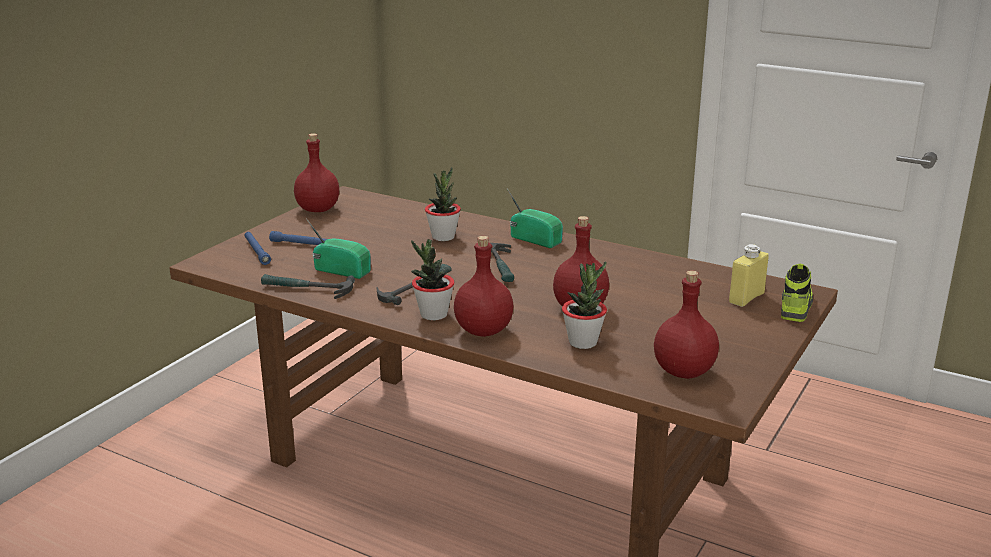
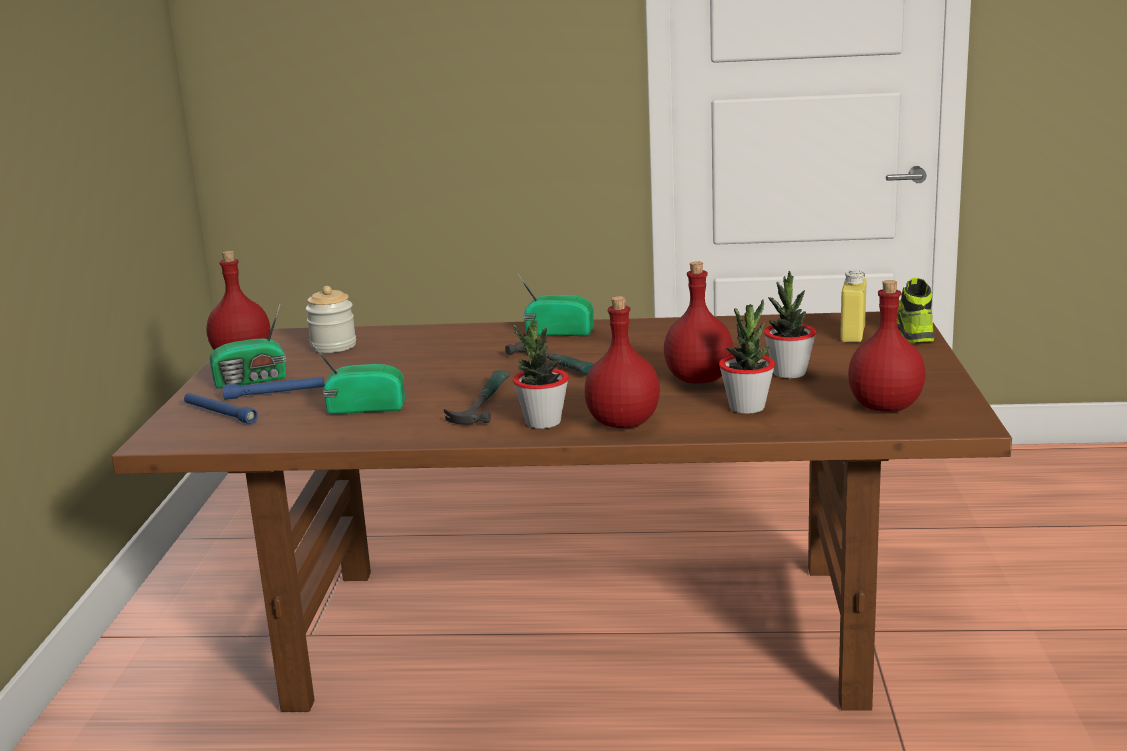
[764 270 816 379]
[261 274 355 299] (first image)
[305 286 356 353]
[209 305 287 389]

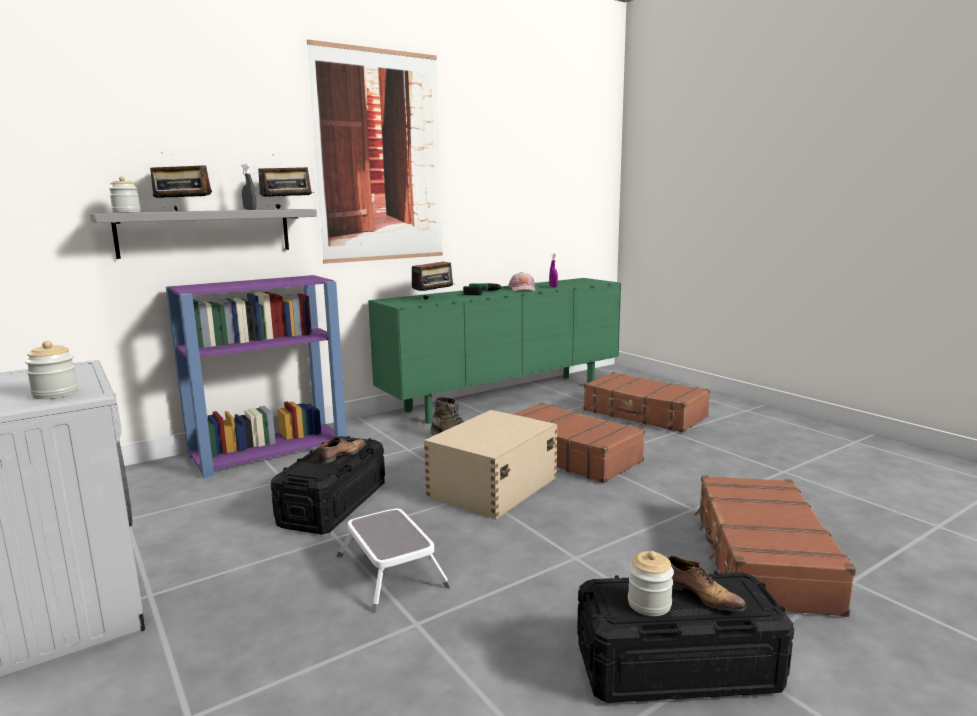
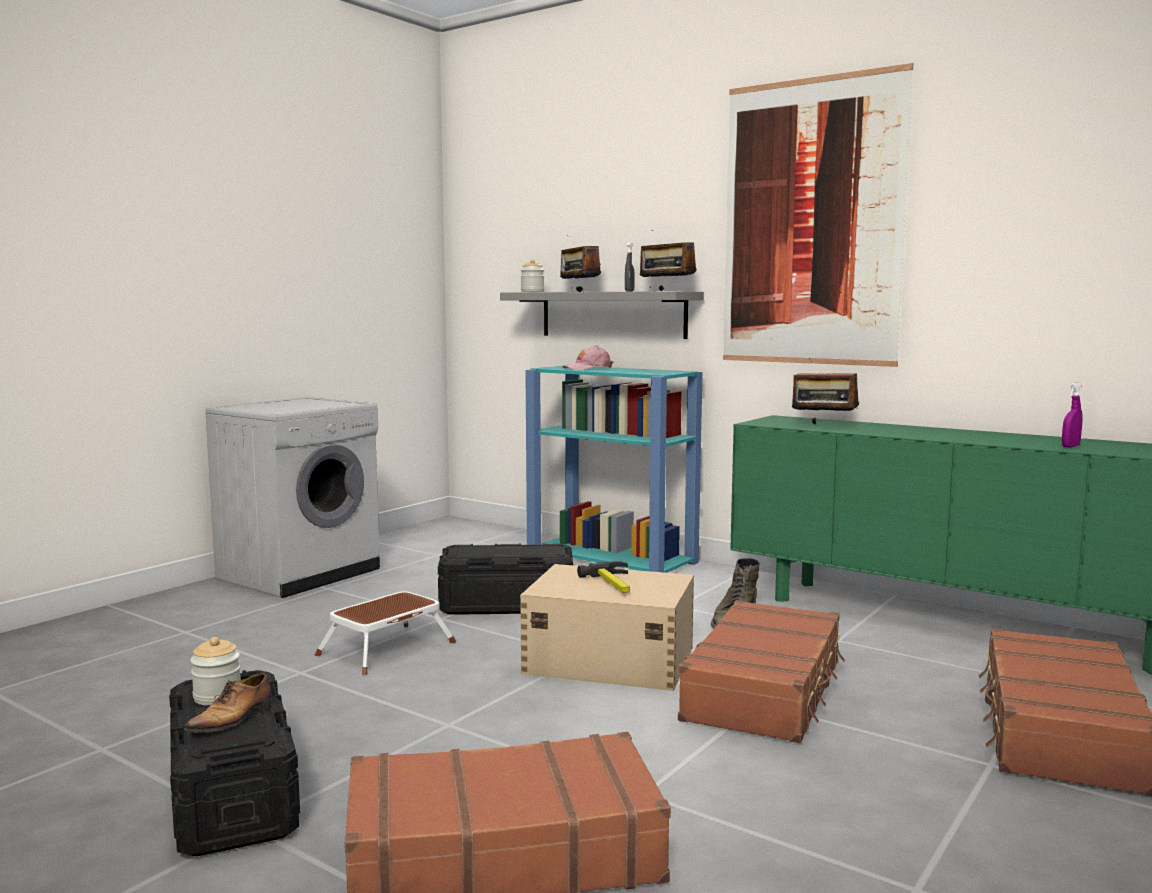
[563 345 613 370]
[525 366 703 573]
[463 283 509 295] (first image)
[25 341 79 399] (first image)
[317 437 366 464] (first image)
[315 591 456 675]
[577 562 630 593]

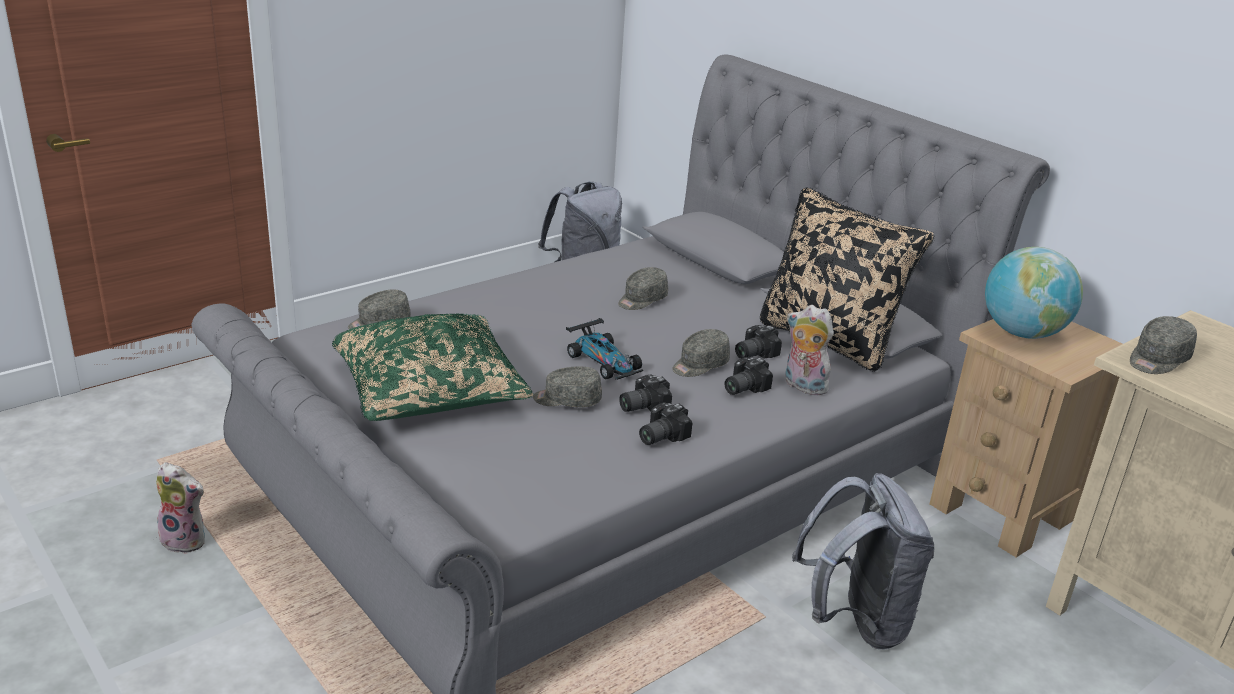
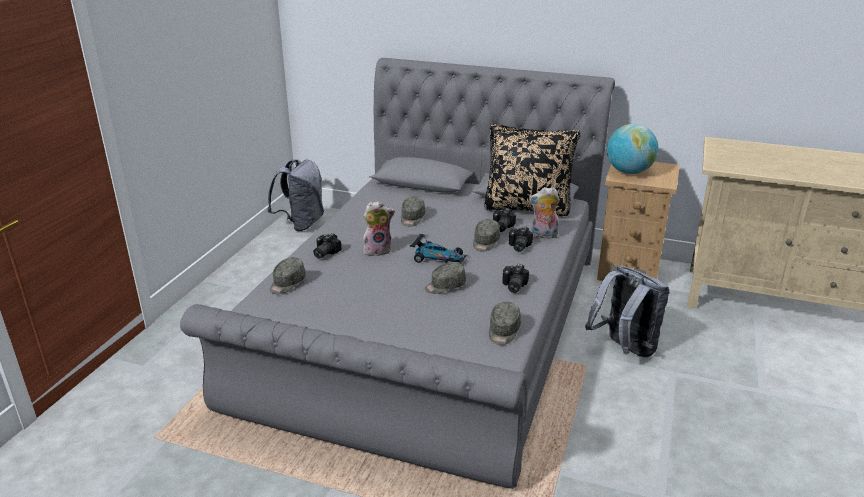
[332 313 534 421] (first image)
[489 302 521 345]
[313 233 342 259]
[363 201 395 256]

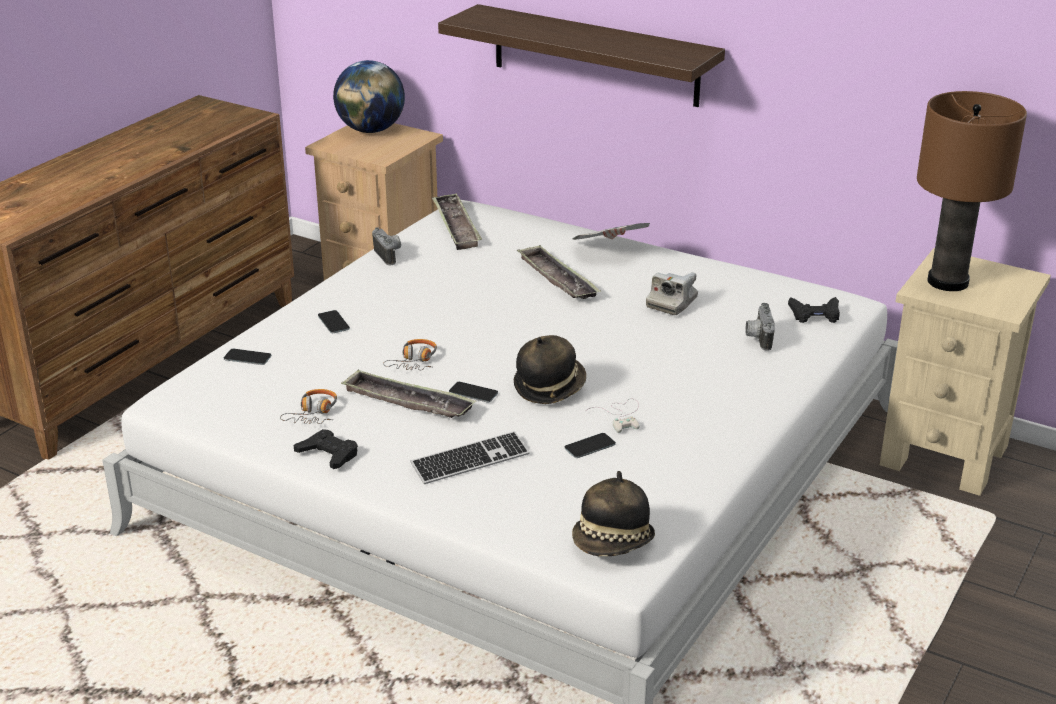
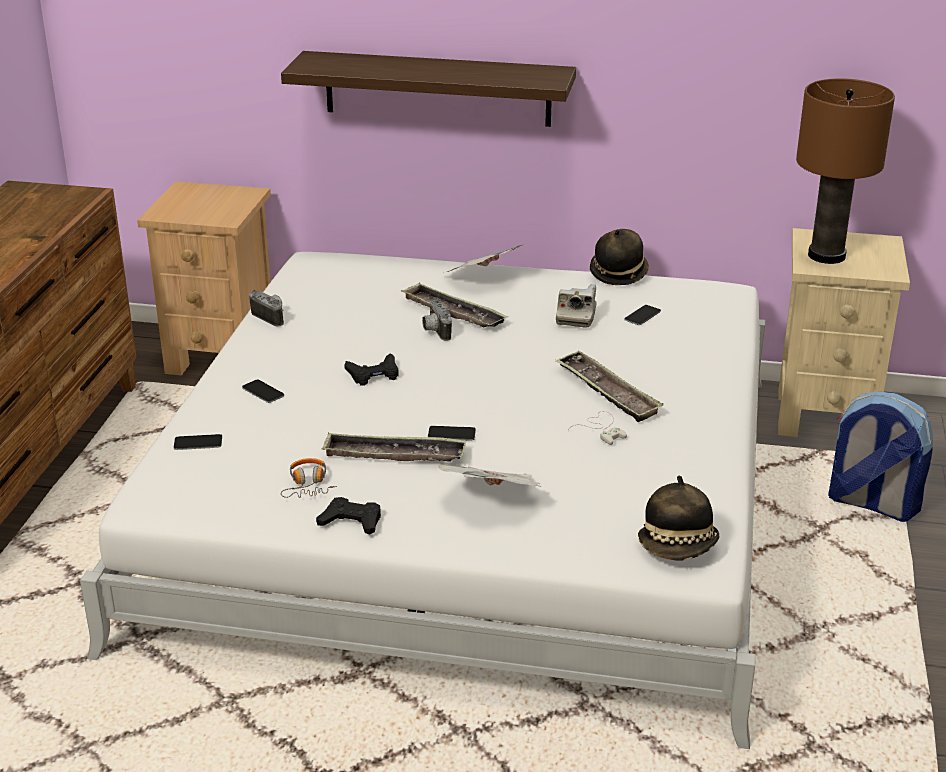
[333 60 405 133] (first image)
[555 351 664 422]
[344 353 399 386]
[422 297 452 341]
[590 229 649 285]
[383 339 437 370] (first image)
[438 465 541 487]
[624 305 661 325]
[828 391 933 522]

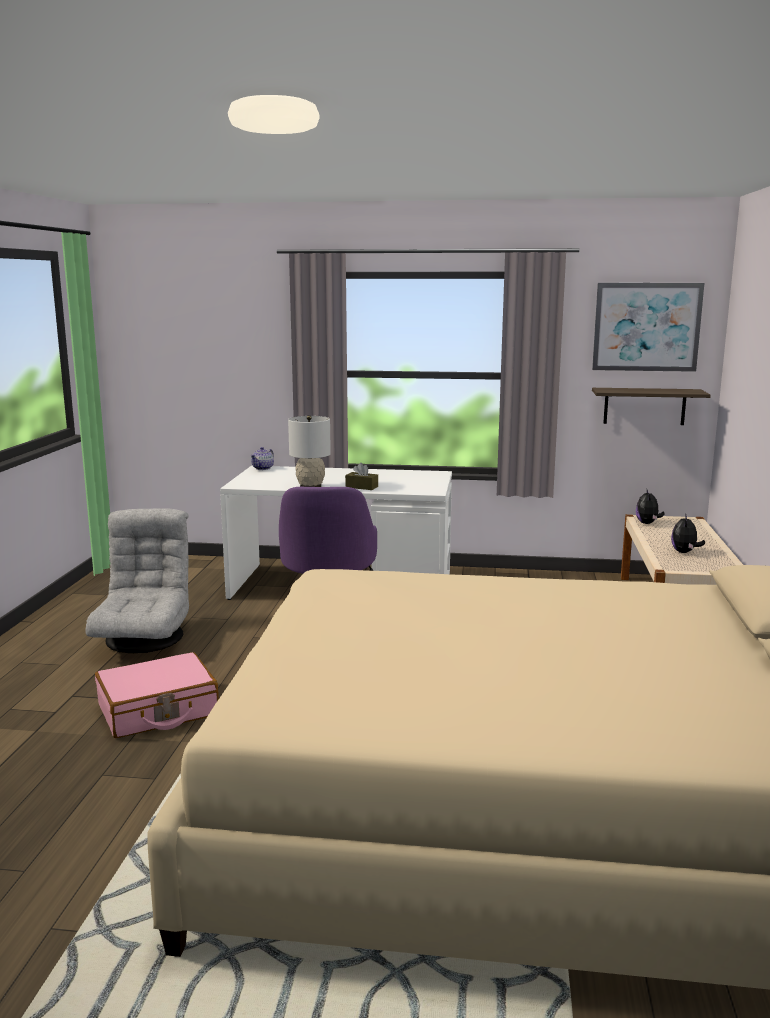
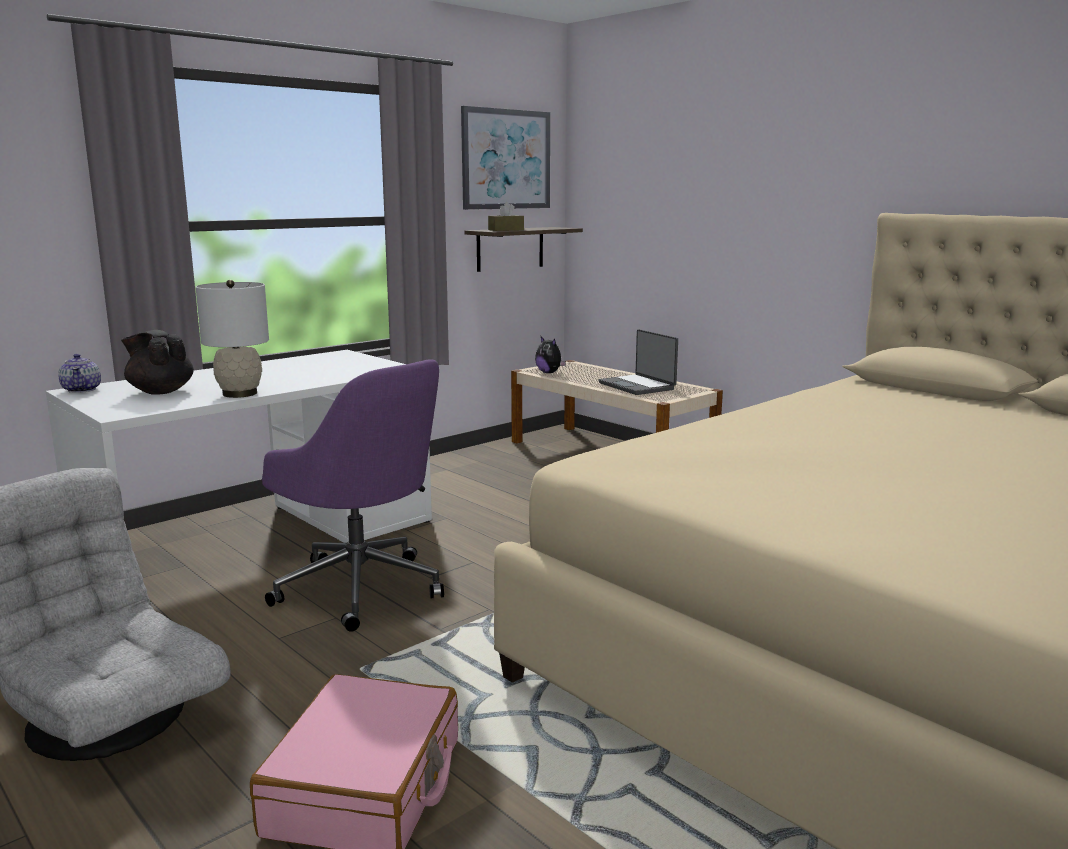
[488 202 524 231]
[599 329 678 395]
[121 330 194 395]

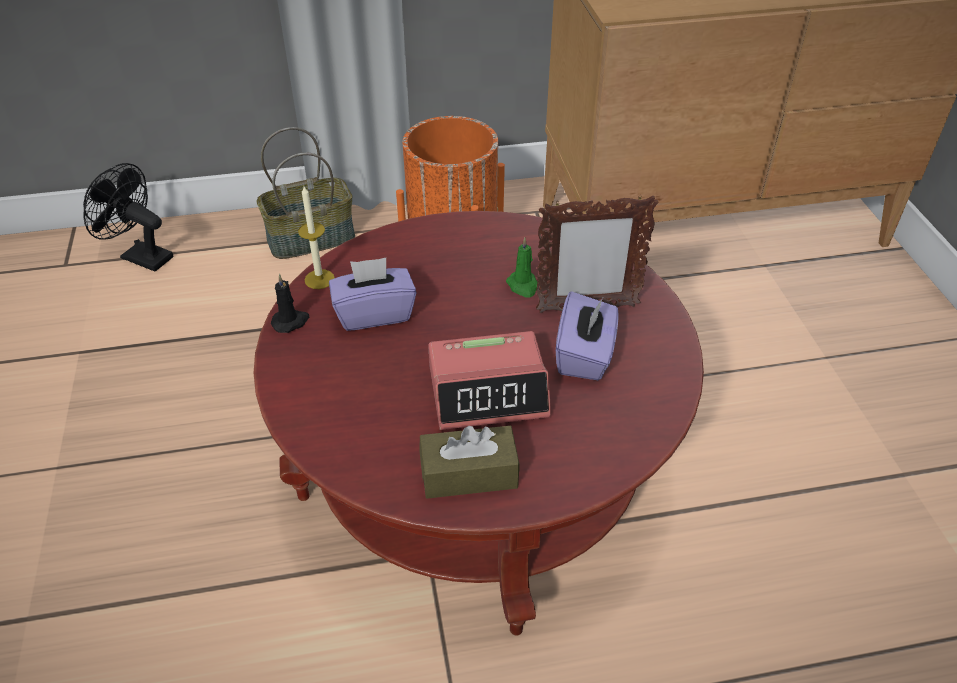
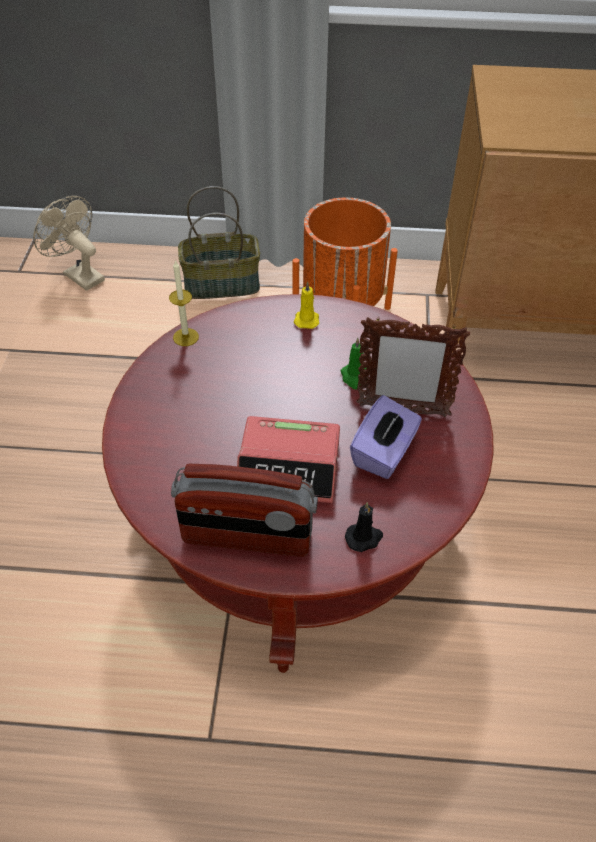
[33 196 105 291]
[329 258 417 331] (first image)
[345 502 383 552]
[171 464 318 557]
[294 281 319 329]

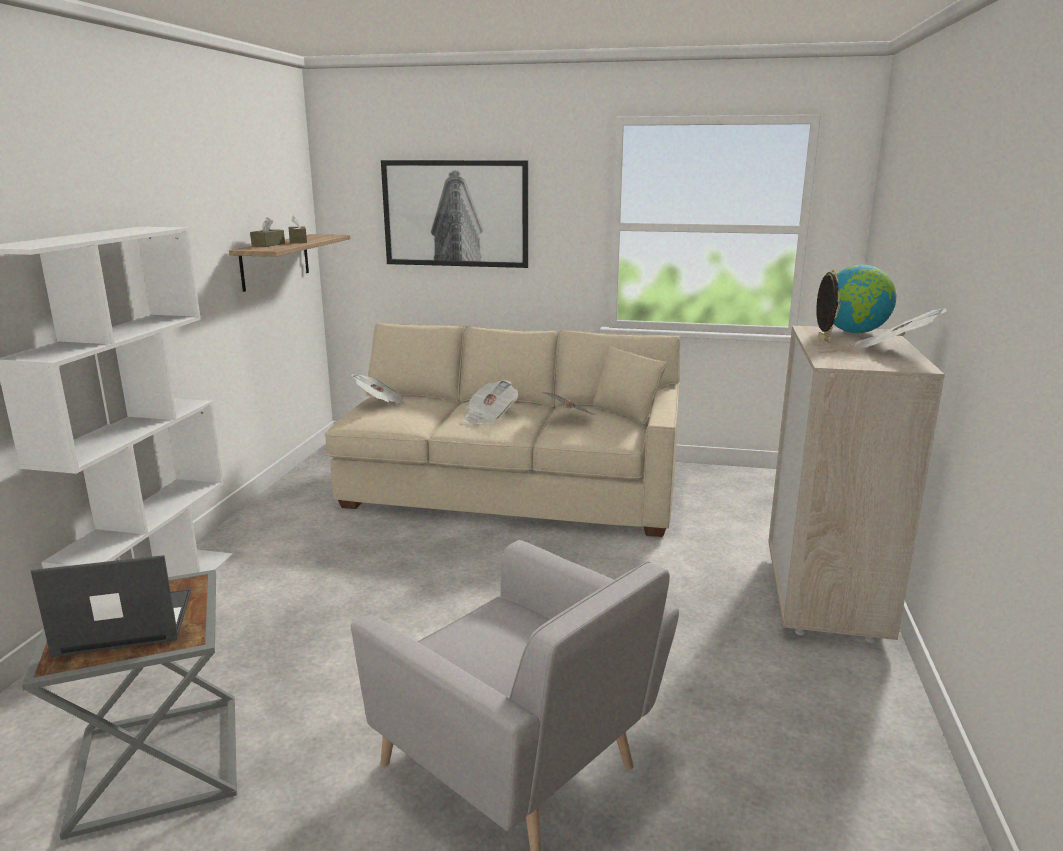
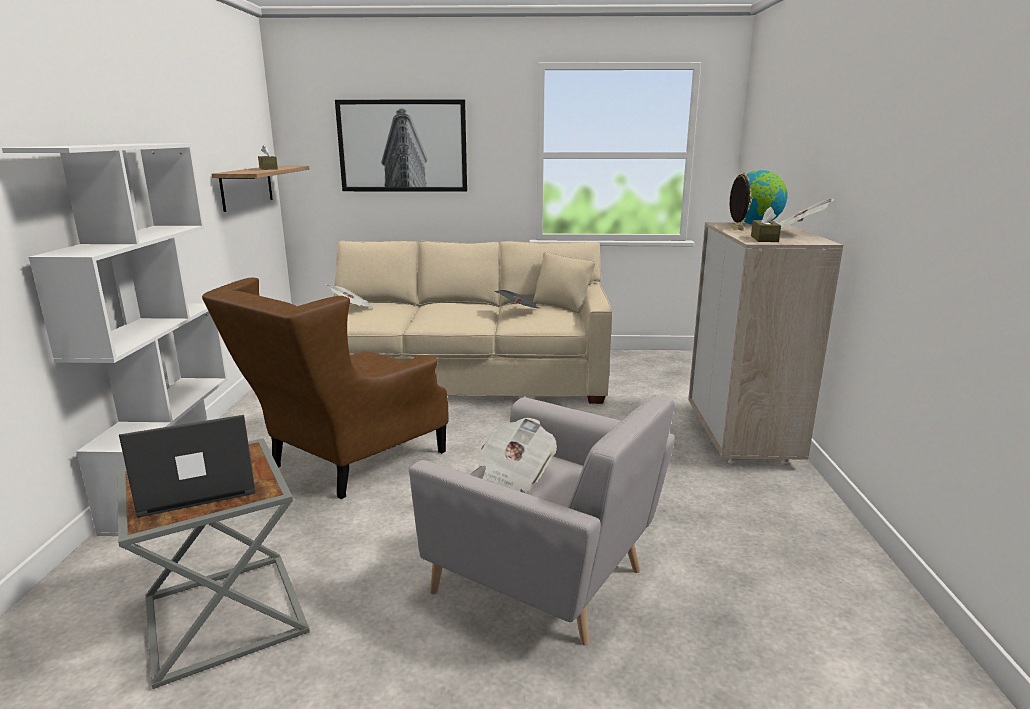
[751 207 781 242]
[479 418 557 492]
[202 278 449 499]

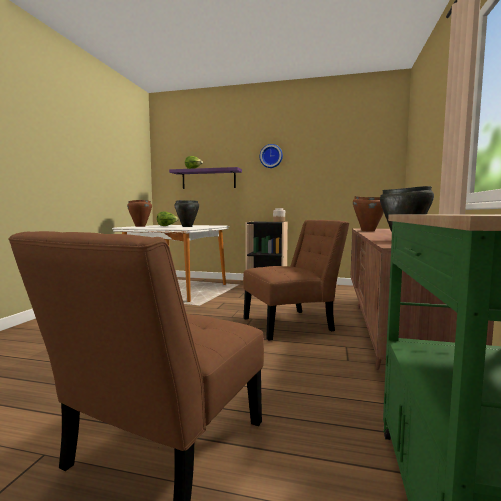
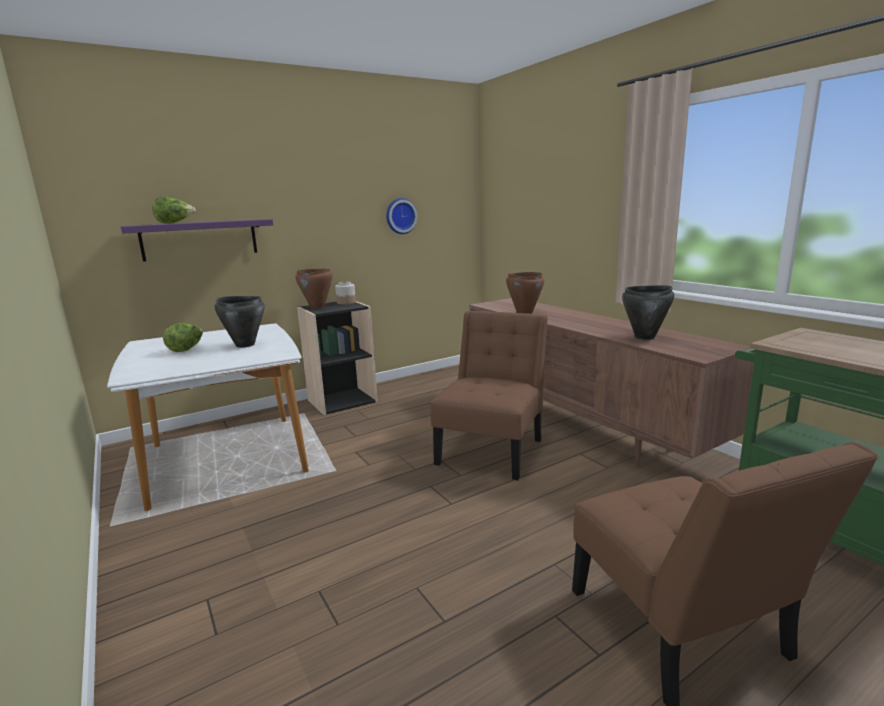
[386 198 418 234]
[295 269 333 309]

